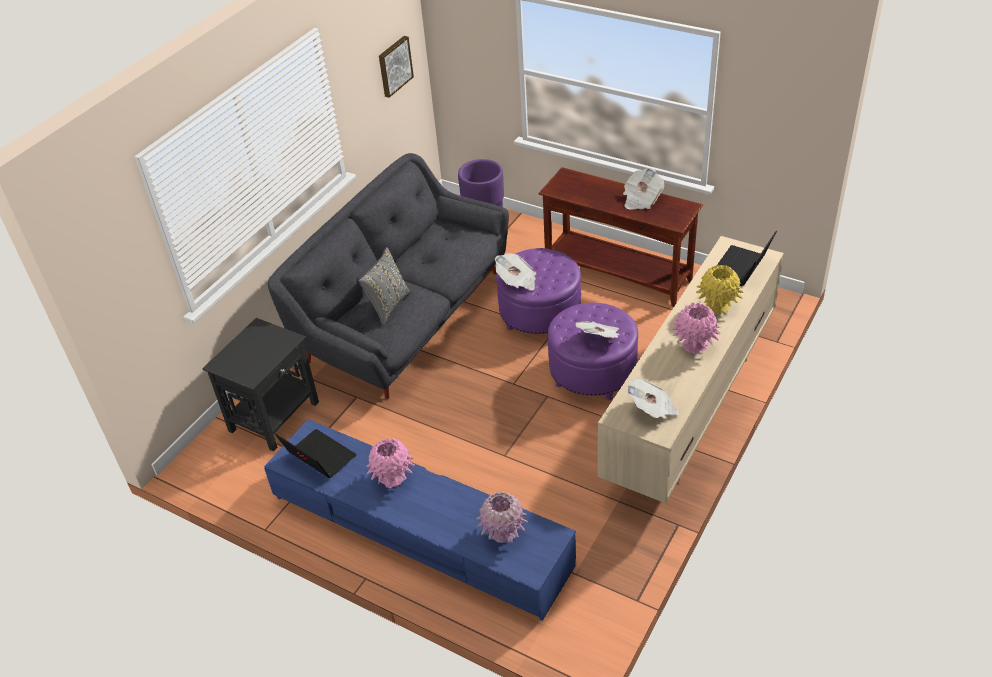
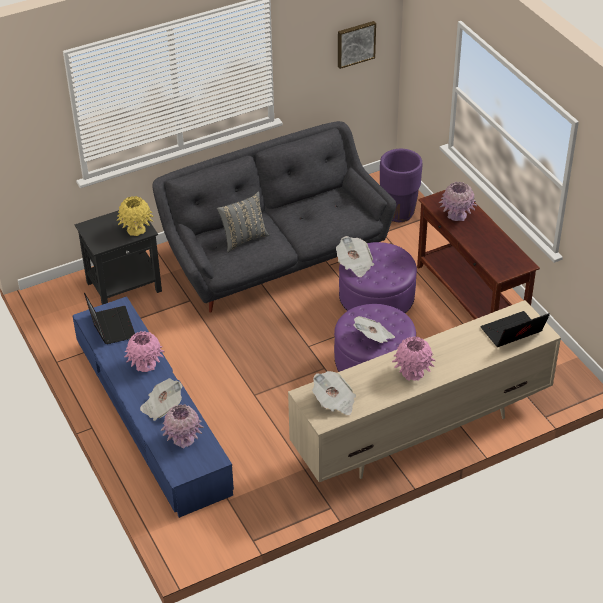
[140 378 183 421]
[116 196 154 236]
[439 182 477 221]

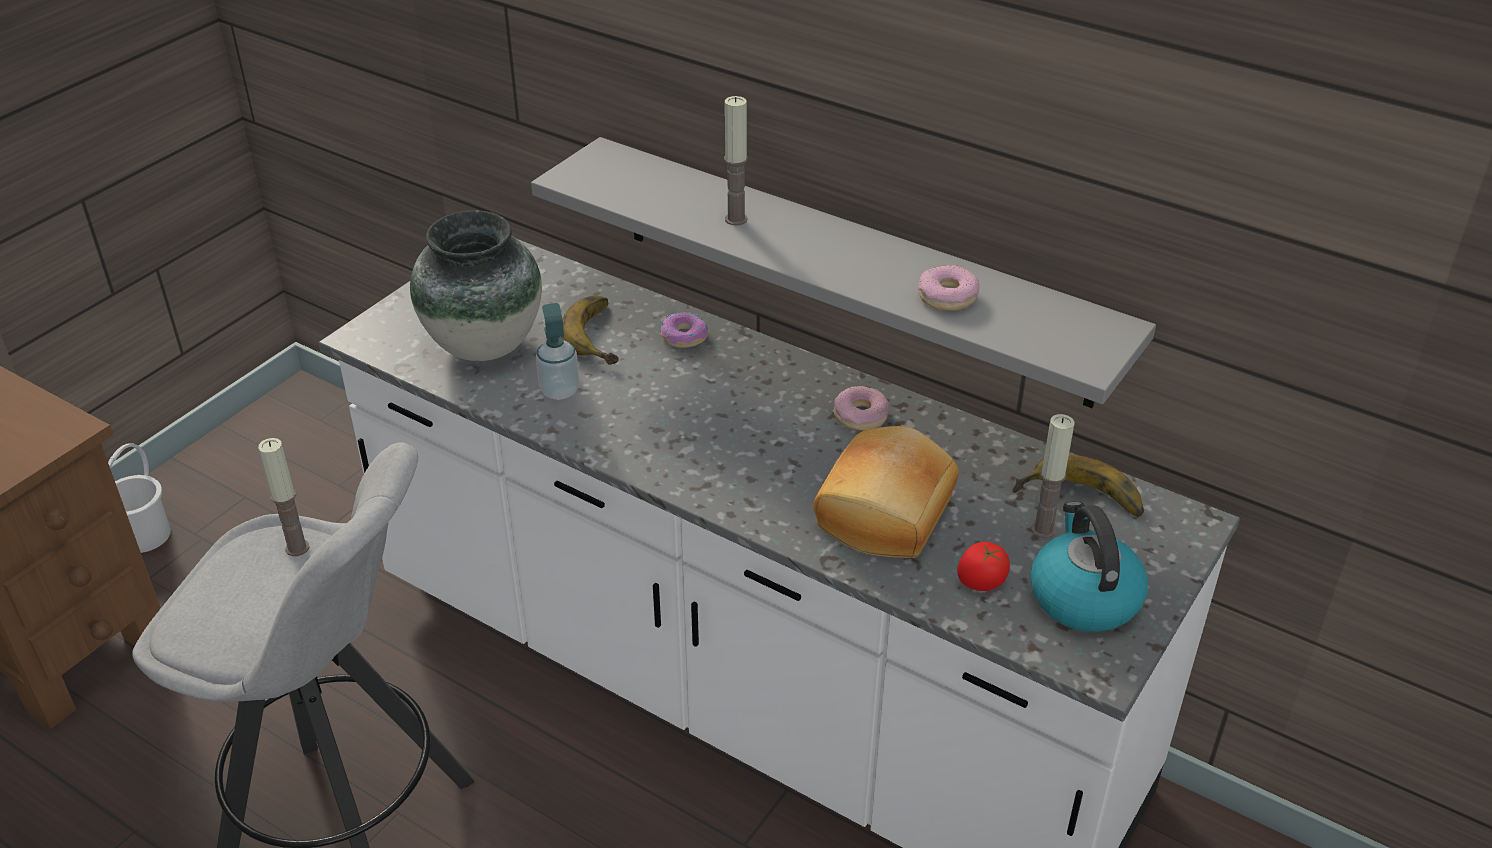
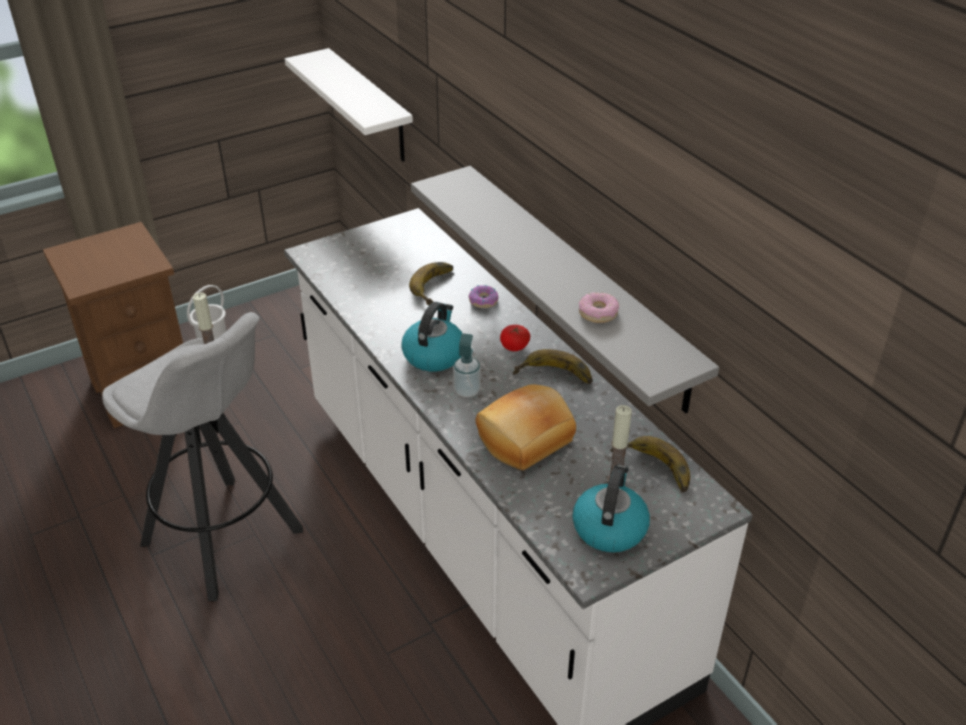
[724 96 748 225] (first image)
[410 210 542 361] (first image)
[453 334 481 397]
[513 349 593 384]
[500 325 530 351]
[285 48 413 161]
[401 302 463 371]

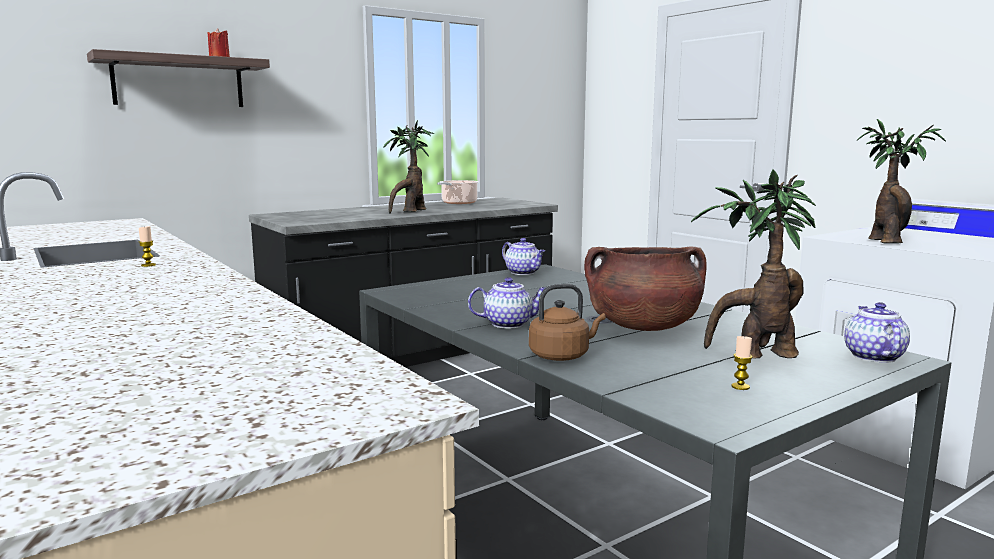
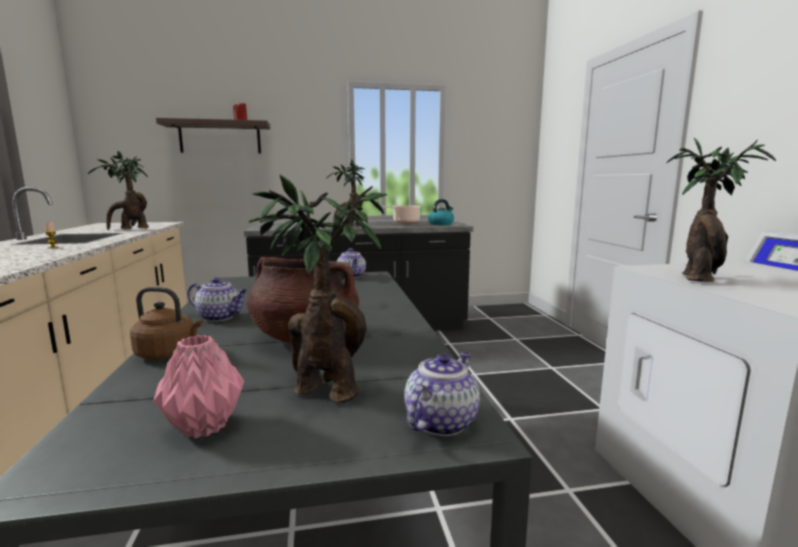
[153 335 244 438]
[88 151 149 230]
[428 199 454 225]

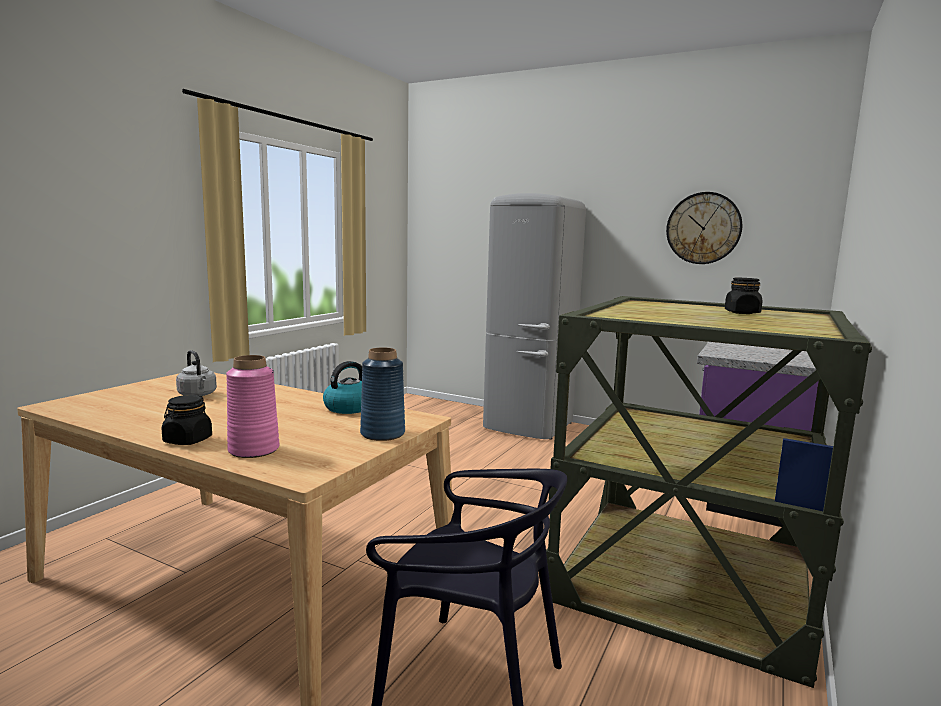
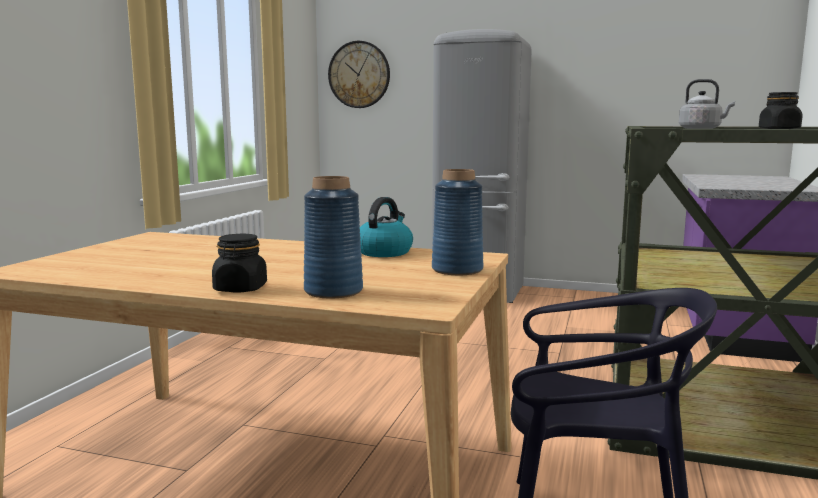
[328 41 390 108]
[679 79 735 129]
[304 176 363 298]

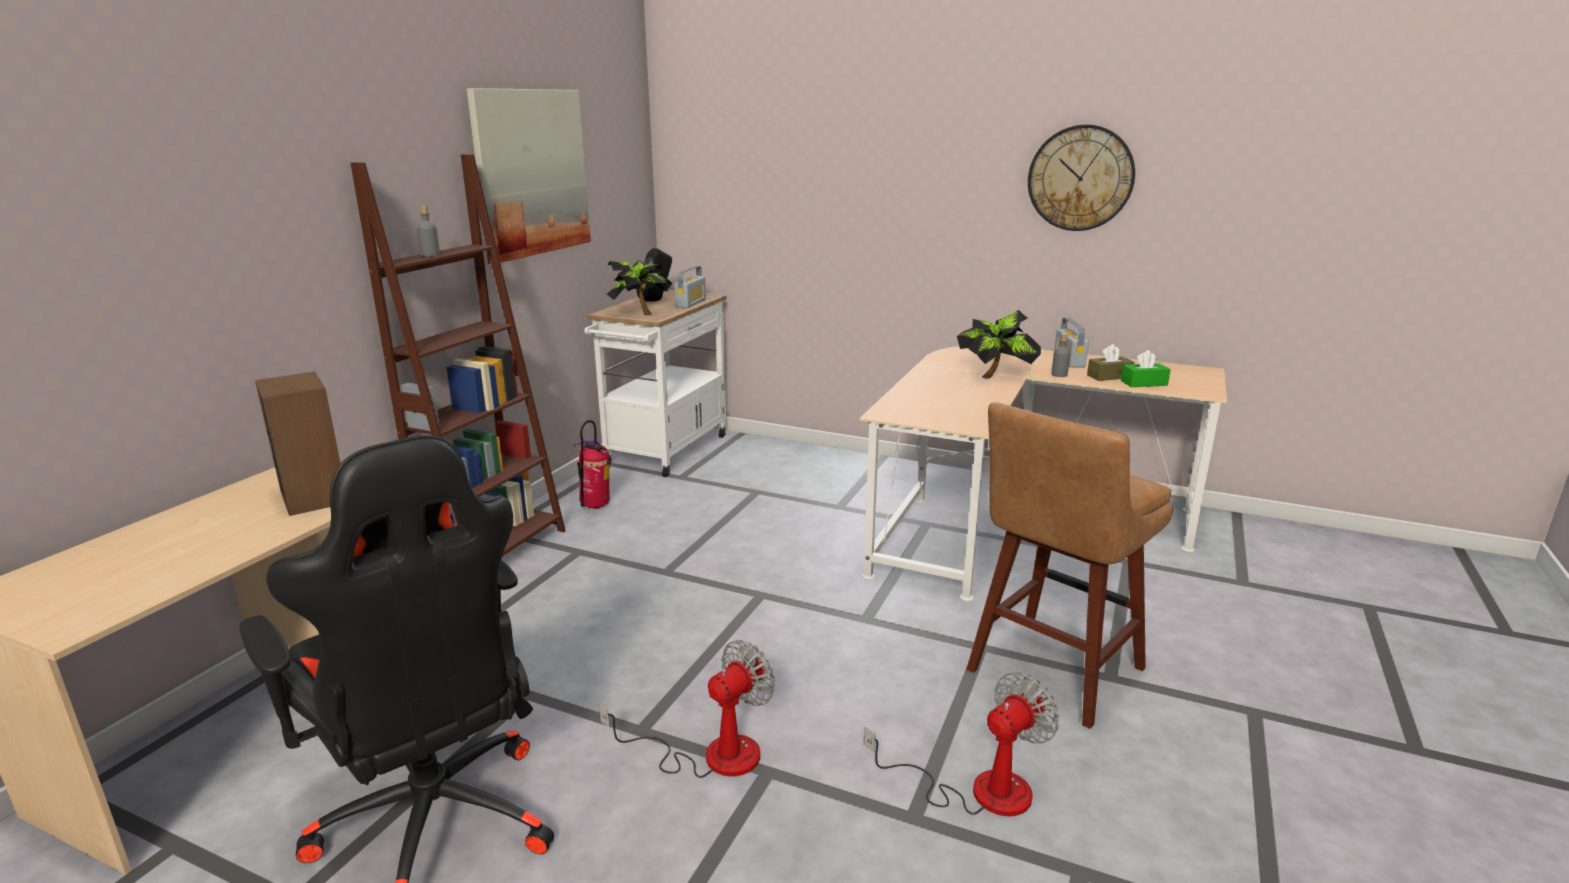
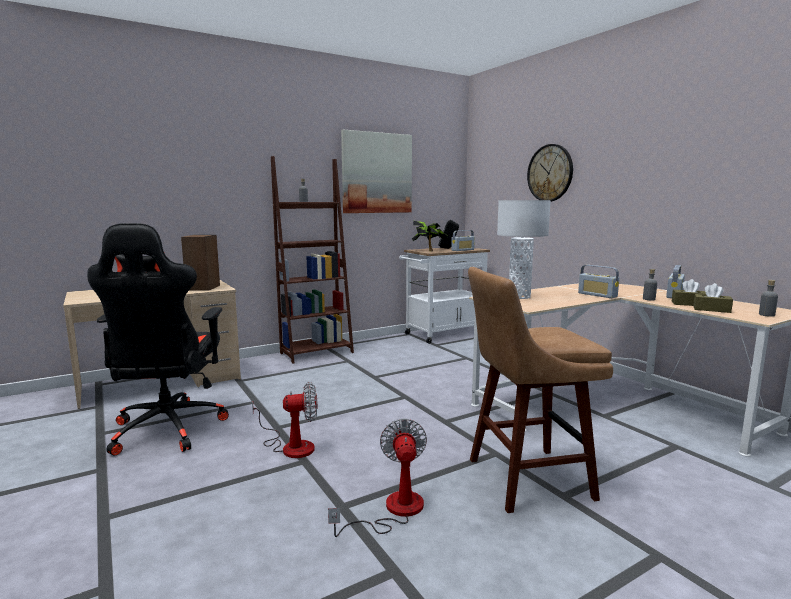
[527 144 573 202]
[578 265 619 298]
[693 283 733 313]
[572 420 610 509] (first image)
[328 419 427 537]
[497 200 551 299]
[759 280 778 317]

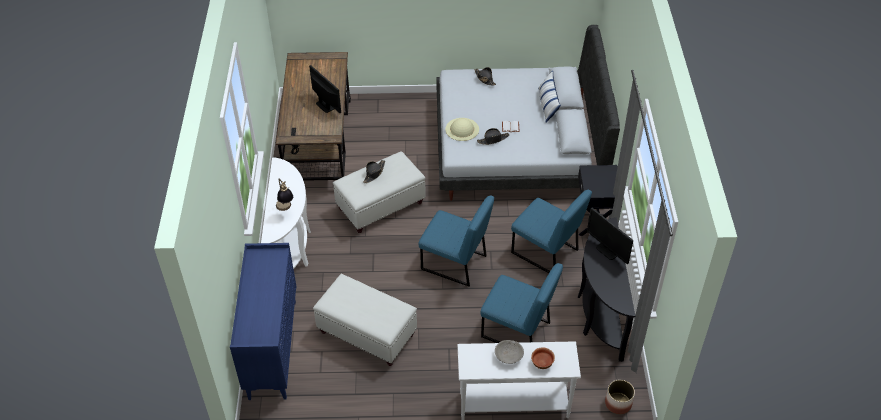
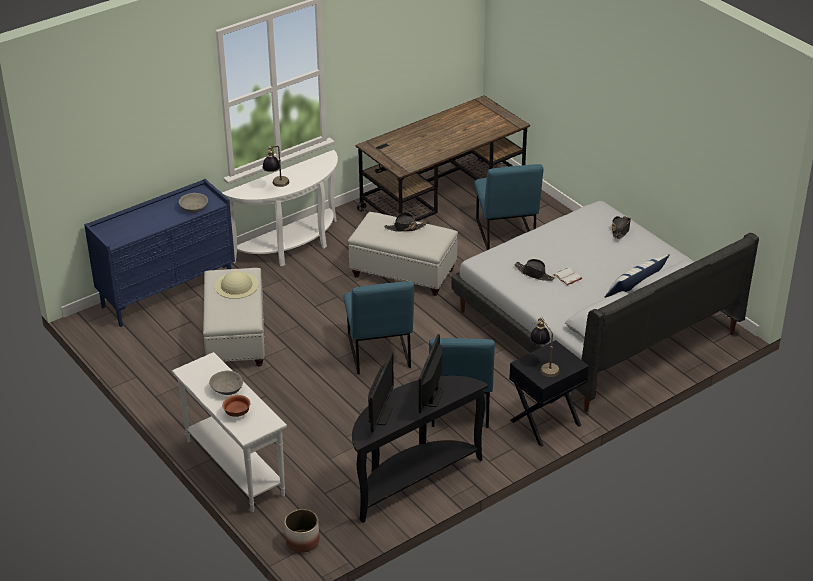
[368 352 394 432]
[215 271 259 299]
[474 164 543 250]
[179 193 208 213]
[530 317 560 377]

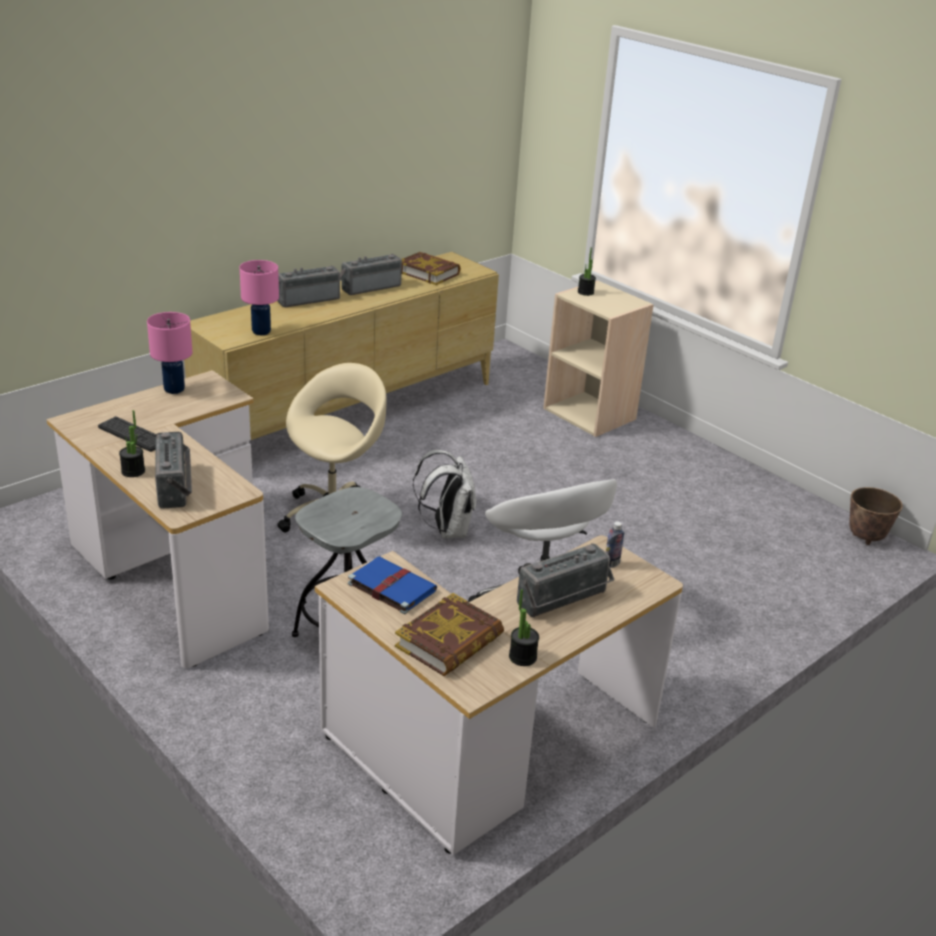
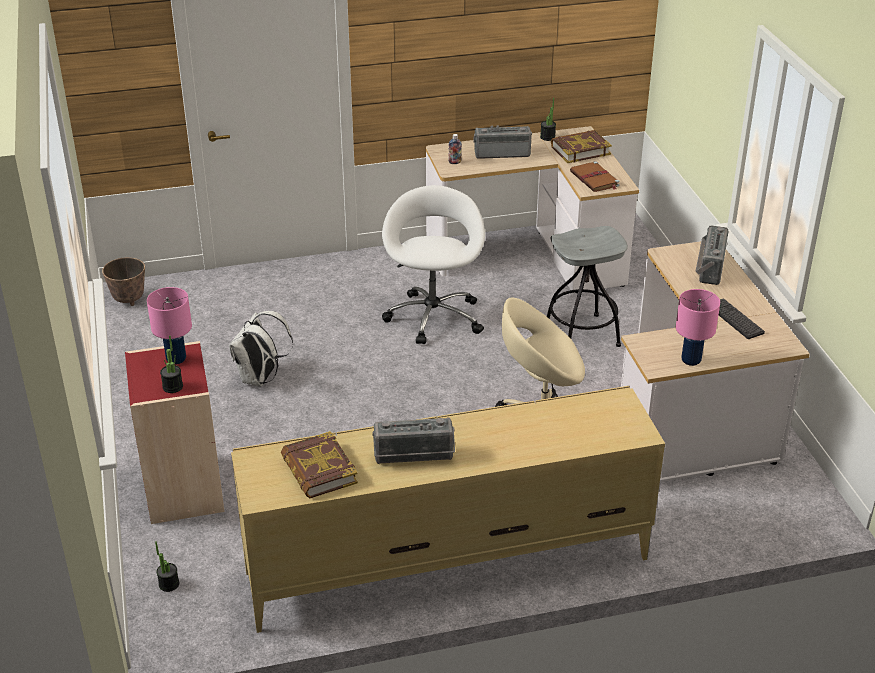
[147 287 192 365]
[277 266 340 307] (first image)
[125 341 225 524]
[155 541 179 592]
[229 311 293 386]
[570 161 620 192]

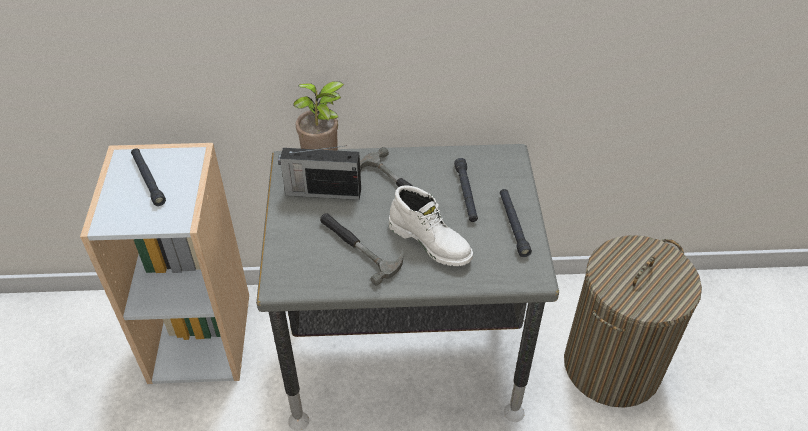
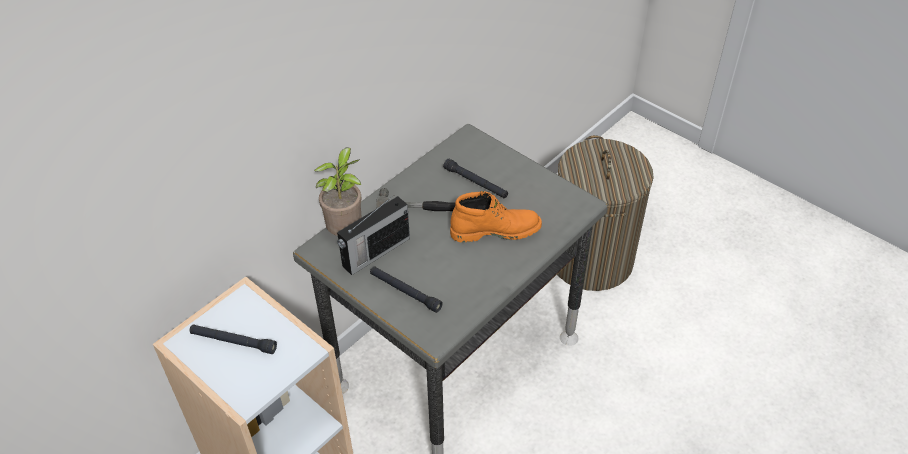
[450 191 542 243]
[370 266 443 313]
[320 213 403 286] (first image)

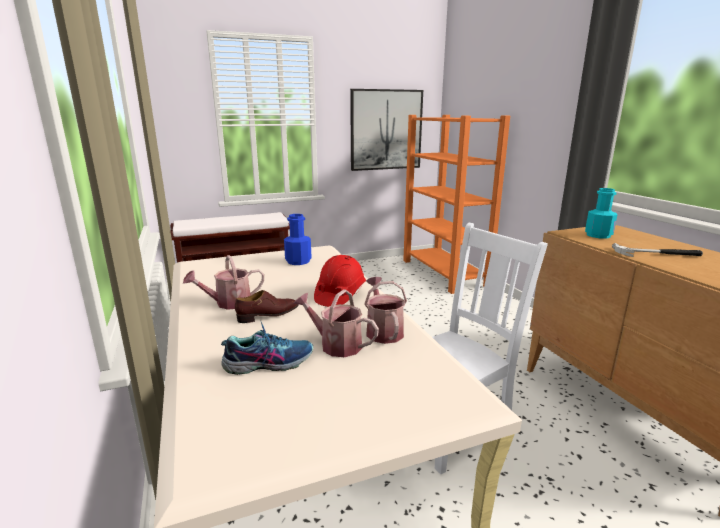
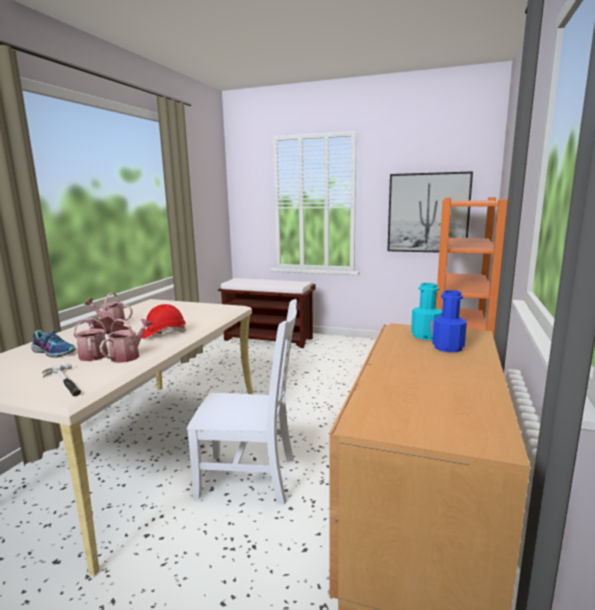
[432 290 467 352]
[42 363 81 396]

